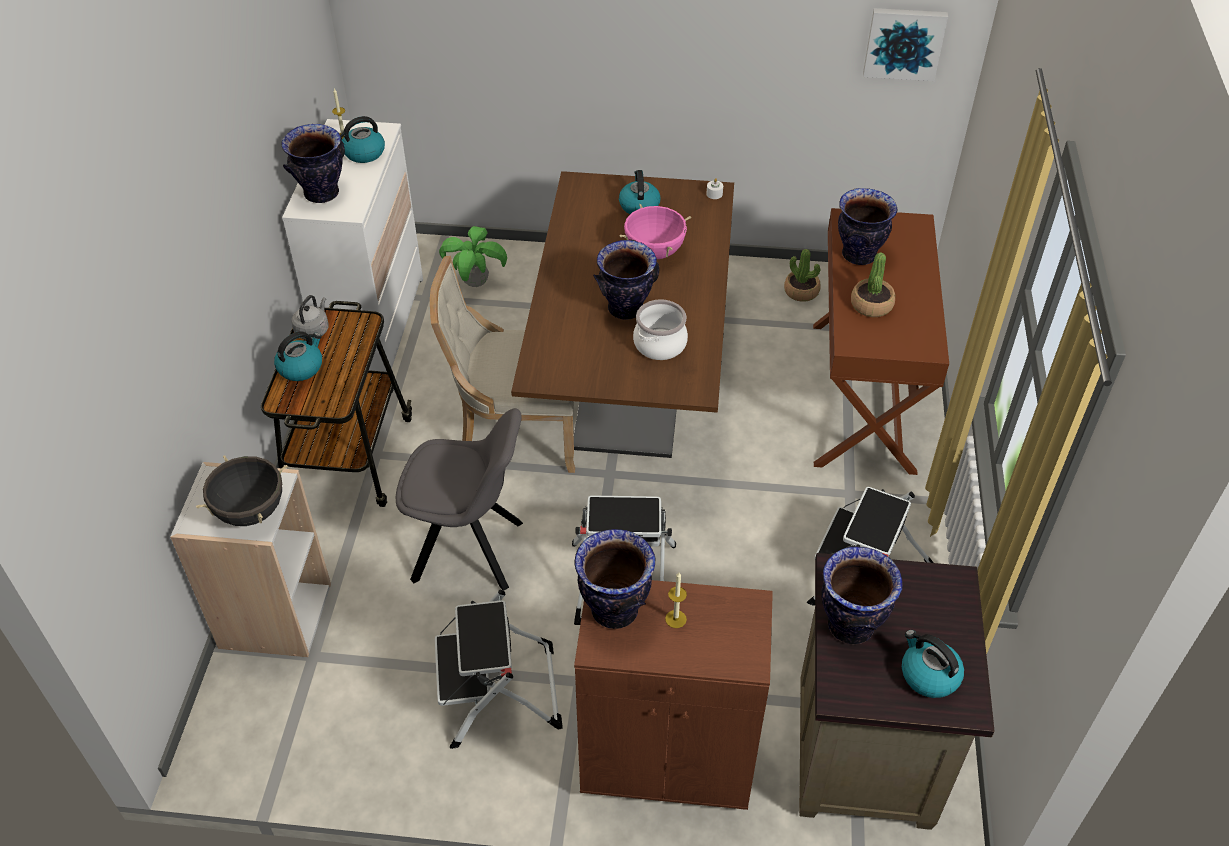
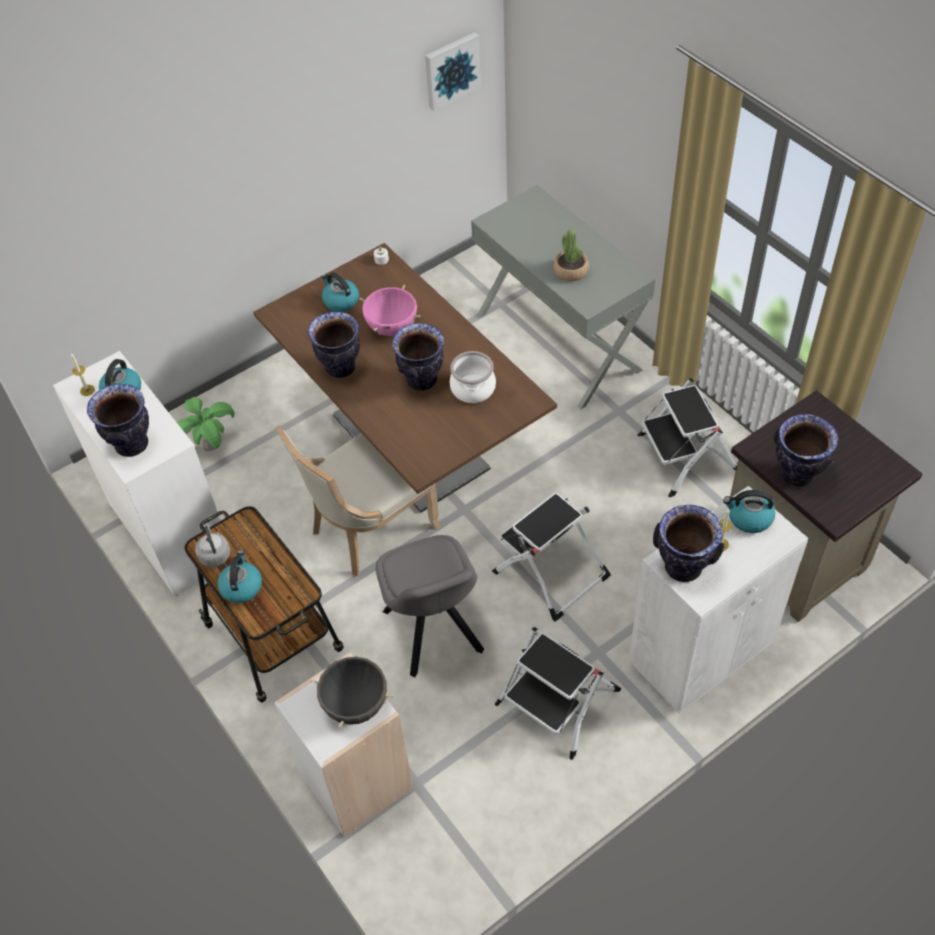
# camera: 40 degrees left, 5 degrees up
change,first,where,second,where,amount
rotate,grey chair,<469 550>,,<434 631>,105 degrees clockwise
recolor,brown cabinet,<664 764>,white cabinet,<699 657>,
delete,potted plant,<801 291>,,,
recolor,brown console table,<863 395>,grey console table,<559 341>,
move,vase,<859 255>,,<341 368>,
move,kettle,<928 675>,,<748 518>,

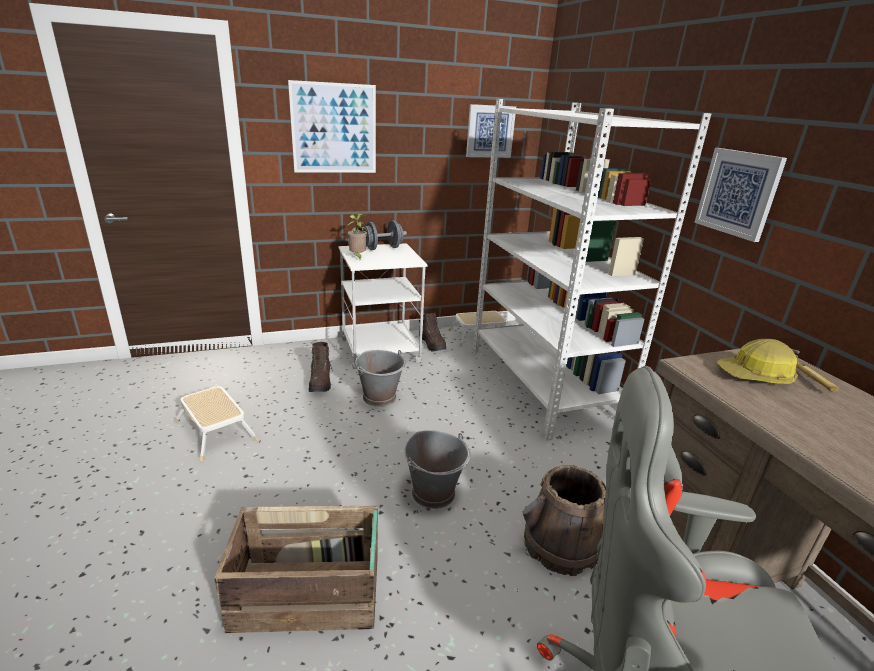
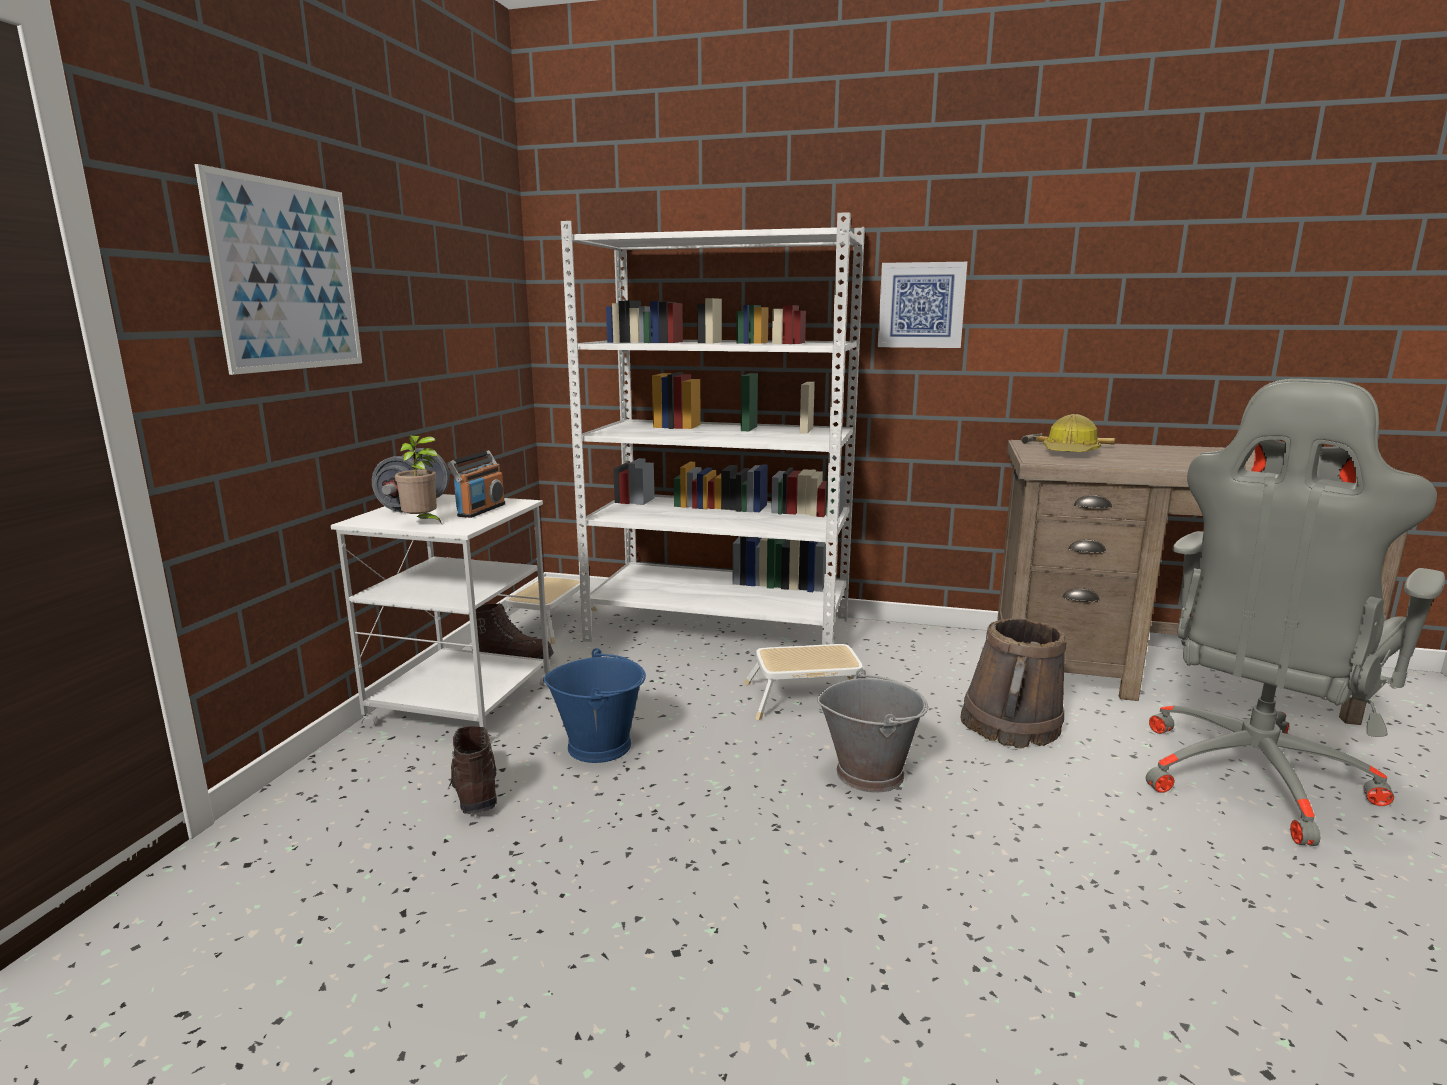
# camera: 55 degrees left, 10 degrees down
change,first,where,second,where,amount
move,beige step ladder,<215 430>,,<807 698>,
delete,crate,<310 593>,,,
rotate,brown boot,<320 382>,,<475 789>,135 degrees counterclockwise
recolor,grey bucket,<380 397>,blue bucket,<600 745>,
delete,picture,<490 131>,,,
insert,,,radio,<481 510>,

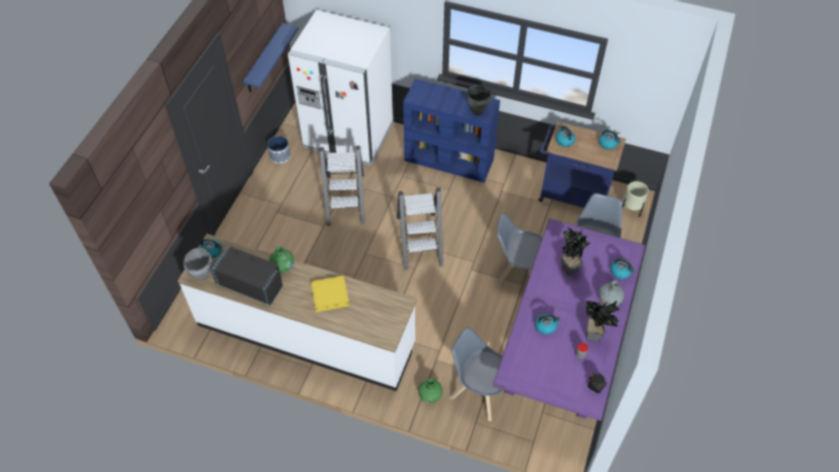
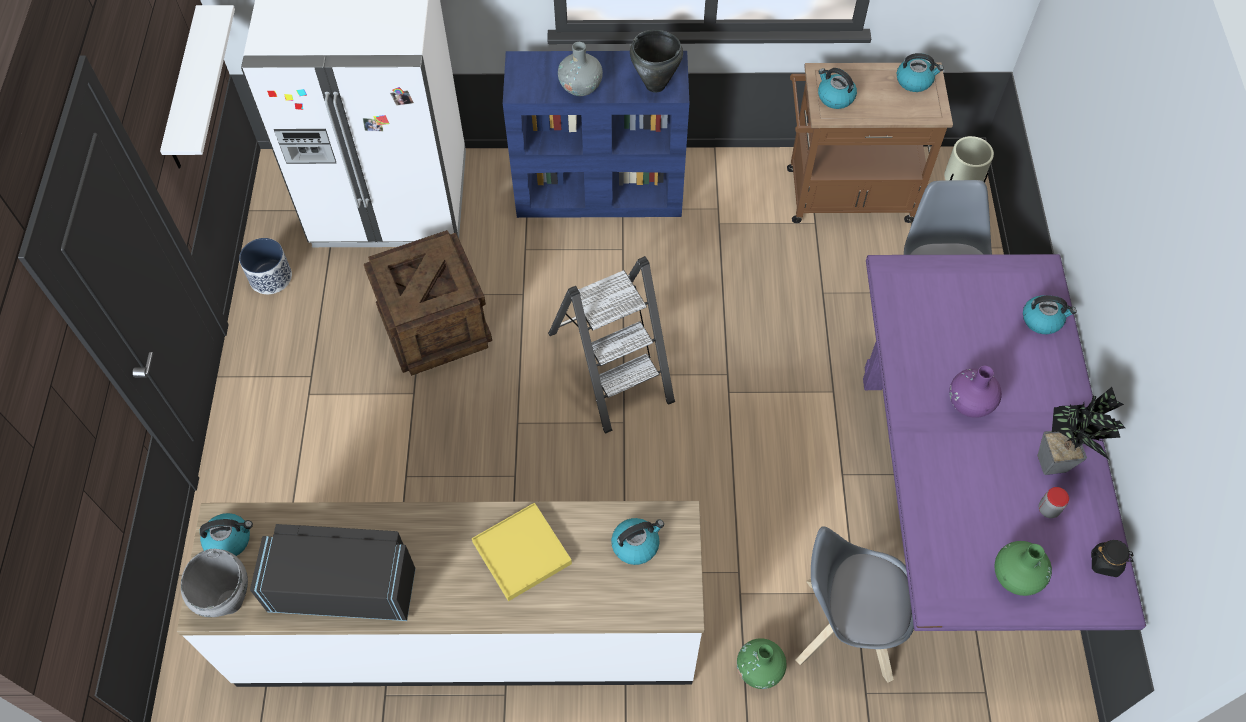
# camera: 20 degrees left, 5 degrees up
change,first,where,second,where,amount
recolor,blue shelf,<264 59>,white shelf,<185 91>,
move,green vase,<283 266>,,<1015 576>,
replace,grey step ladder,<345 199>,crate,<435 325>,
delete,grey chair,<517 273>,,,
move,kettle,<545 326>,,<636 544>,
recolor,blue cart,<571 195>,brown cart,<845 196>,
delete,potted plant,<569 267>,,,
move,grey vase,<609 300>,,<580 87>,
insert,,,purple vase,<969 403>,

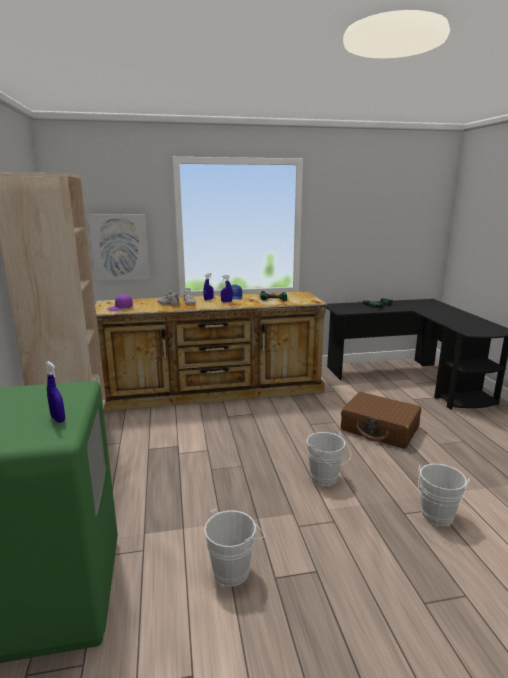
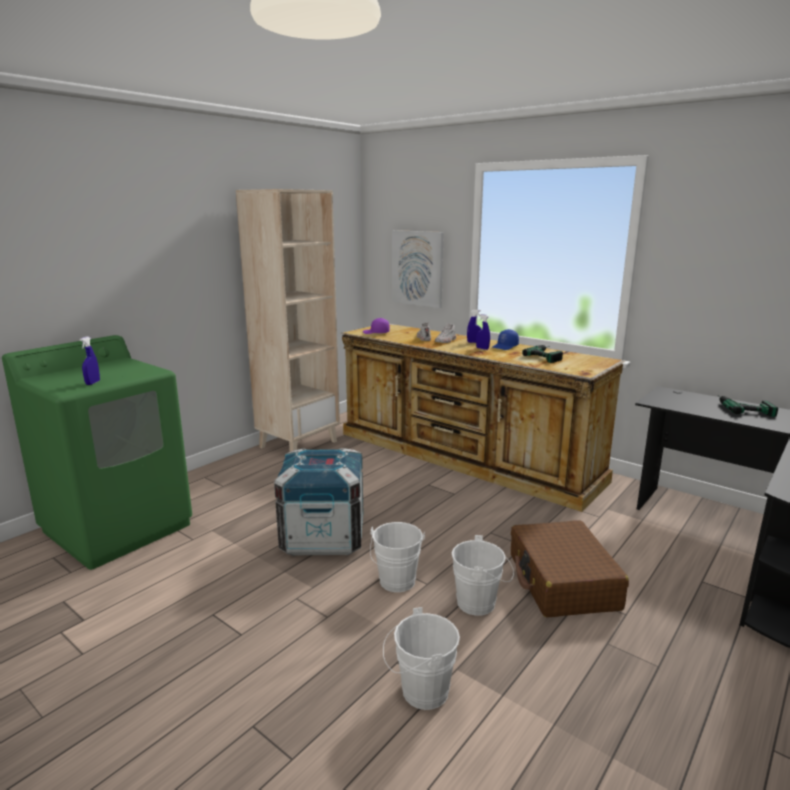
# camera: 50 degrees right, 0 degrees up
change,first,where,second,where,amount
move,white bucket,<234 569>,,<480 603>,
insert,,,crate,<323 537>,

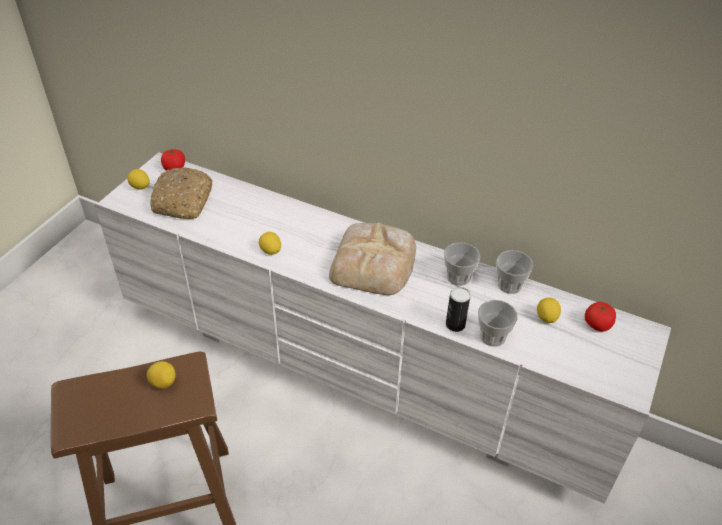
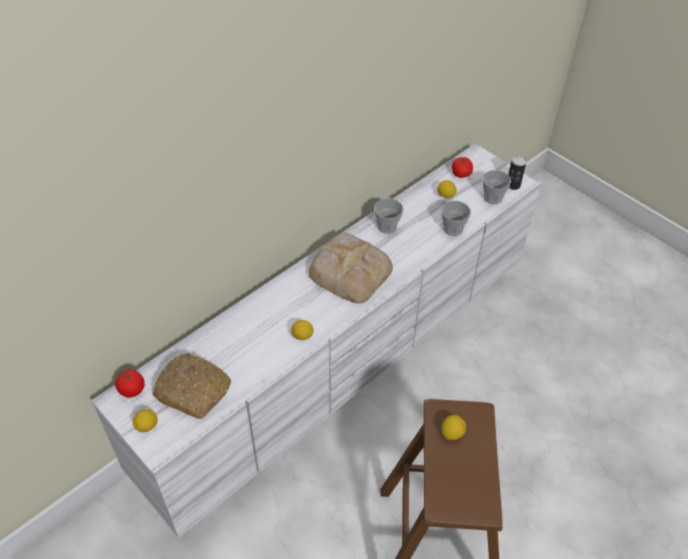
# camera: 70 degrees left, 5 degrees up
change,first,where,second,where,amount
move,can,<455 324>,,<513 185>,
move,cup,<509 285>,,<492 197>,

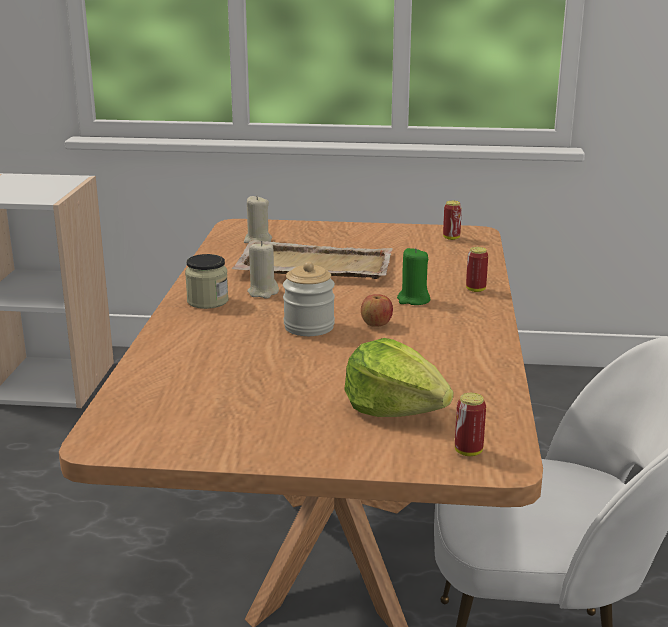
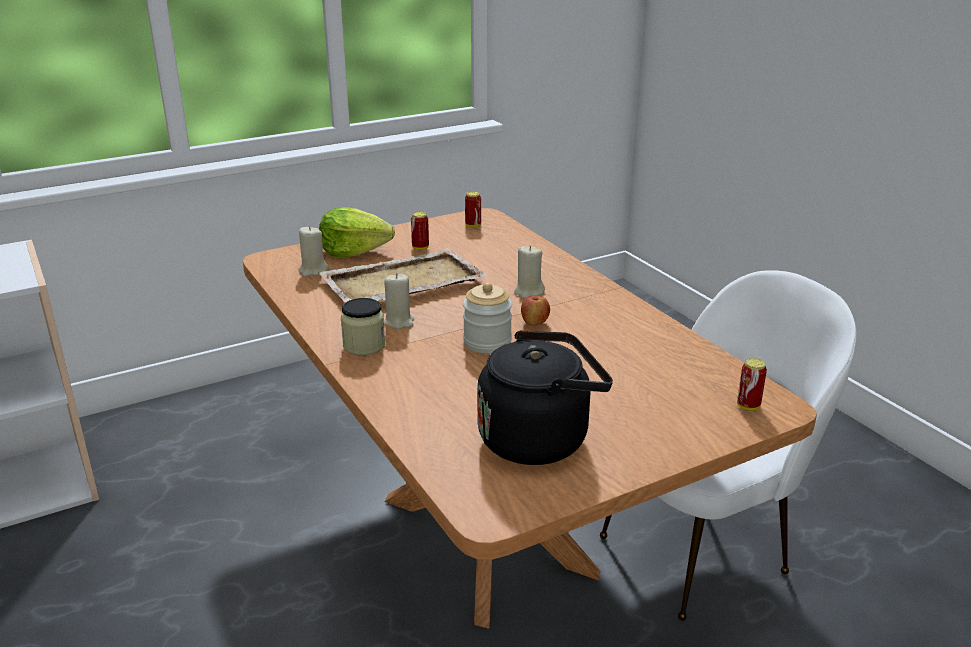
# camera: 35 degrees left, 5 degrees up
change,first,where,second,where,amount
move,lettuce,<394 408>,,<354 251>,
recolor,green candle,<413 300>,beige candle,<528 292>,
move,can,<475 290>,,<420 248>,
insert,,,black kettle,<539 439>,

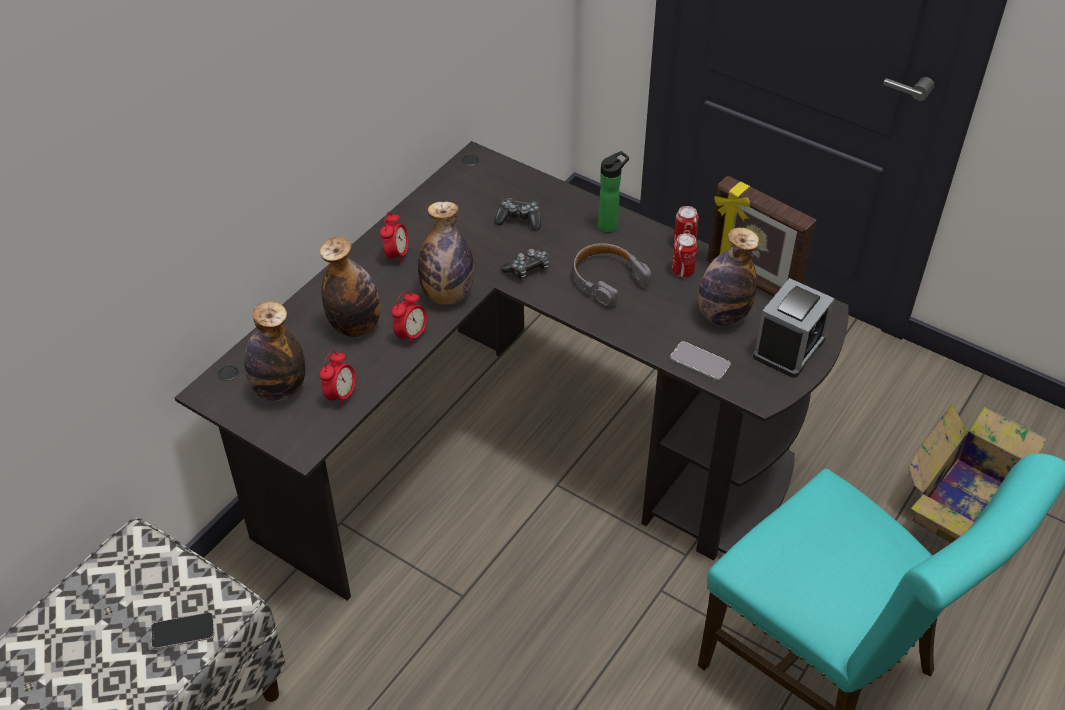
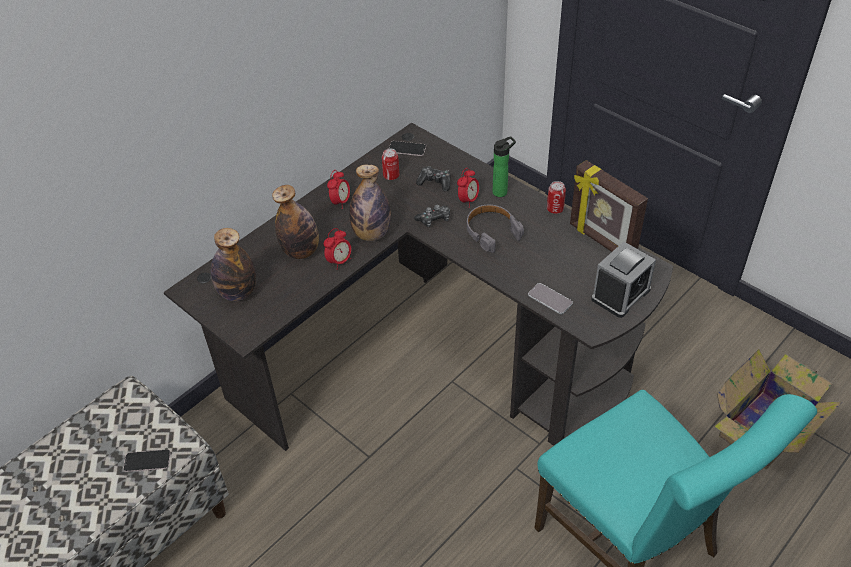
# camera: 10 degrees right, 0 degrees up
change,first,where,second,where,amount
move,alarm clock,<341 395>,,<468 200>,
move,can,<682 271>,,<391 176>,
delete,bottle,<722 316>,,,
insert,,,phone,<407 149>,

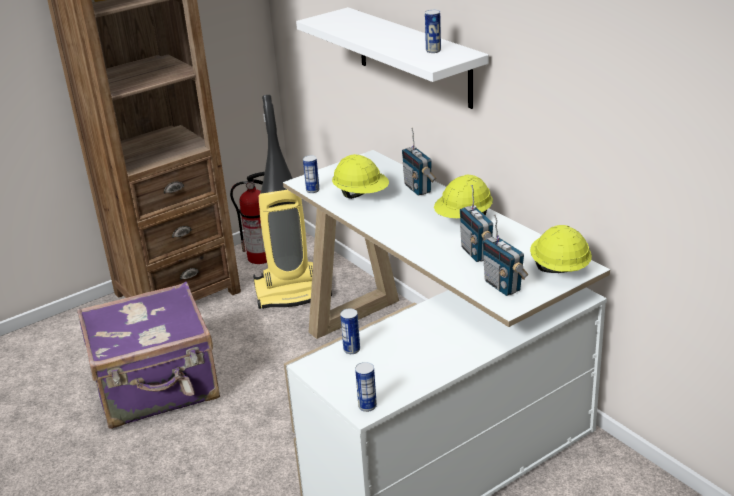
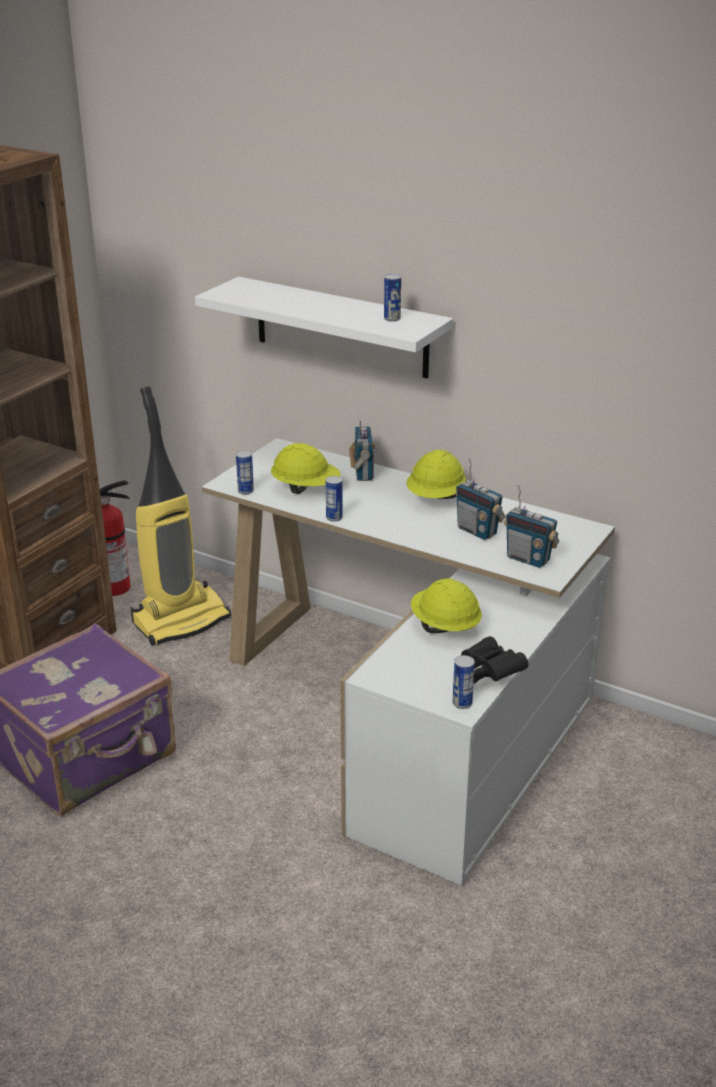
# camera: 25 degrees left, 0 degrees up
change,first,where,second,where,amount
move,can,<351 349>,,<334 518>,
rotate,radio,<418 189>,,<362 474>,135 degrees counterclockwise
move,yellow hard hat,<559 269>,,<444 627>,
insert,,,black binoculars,<487 673>,

